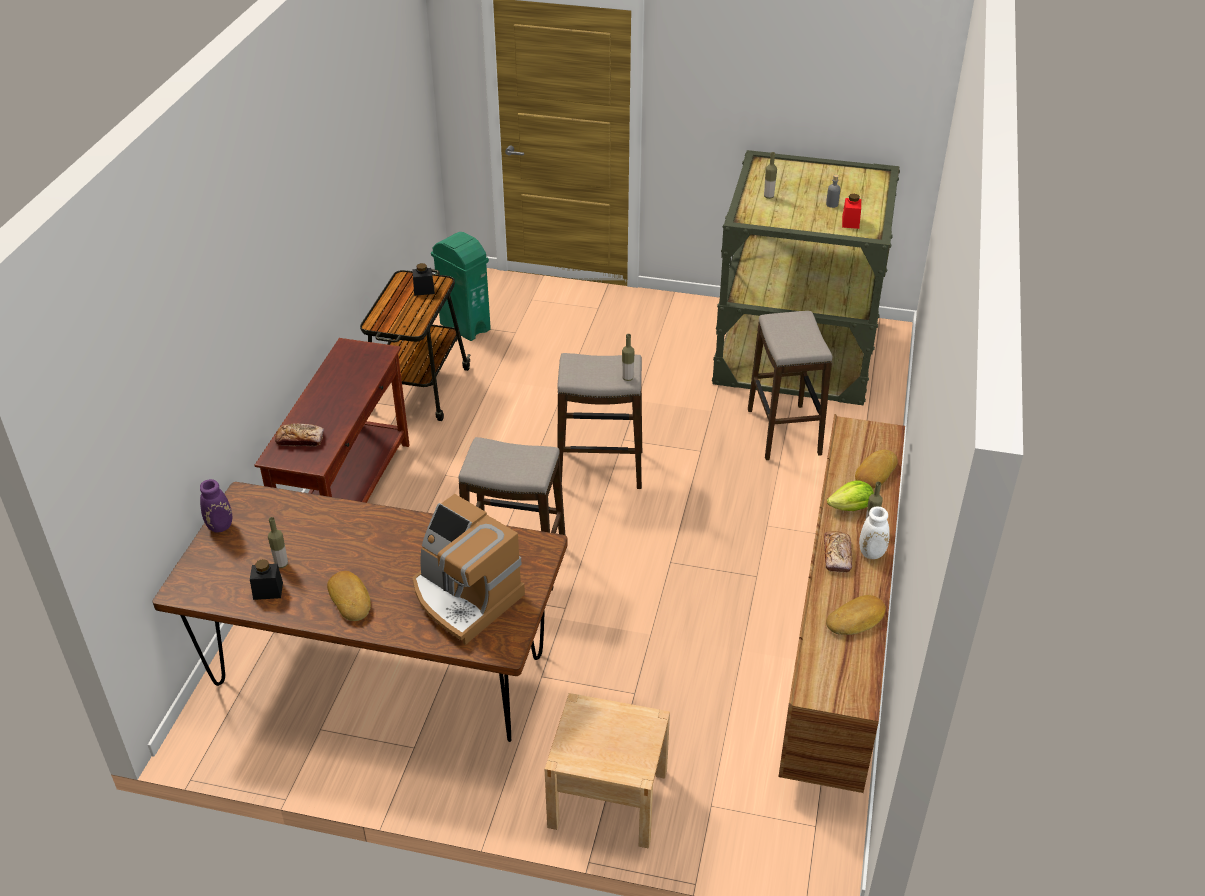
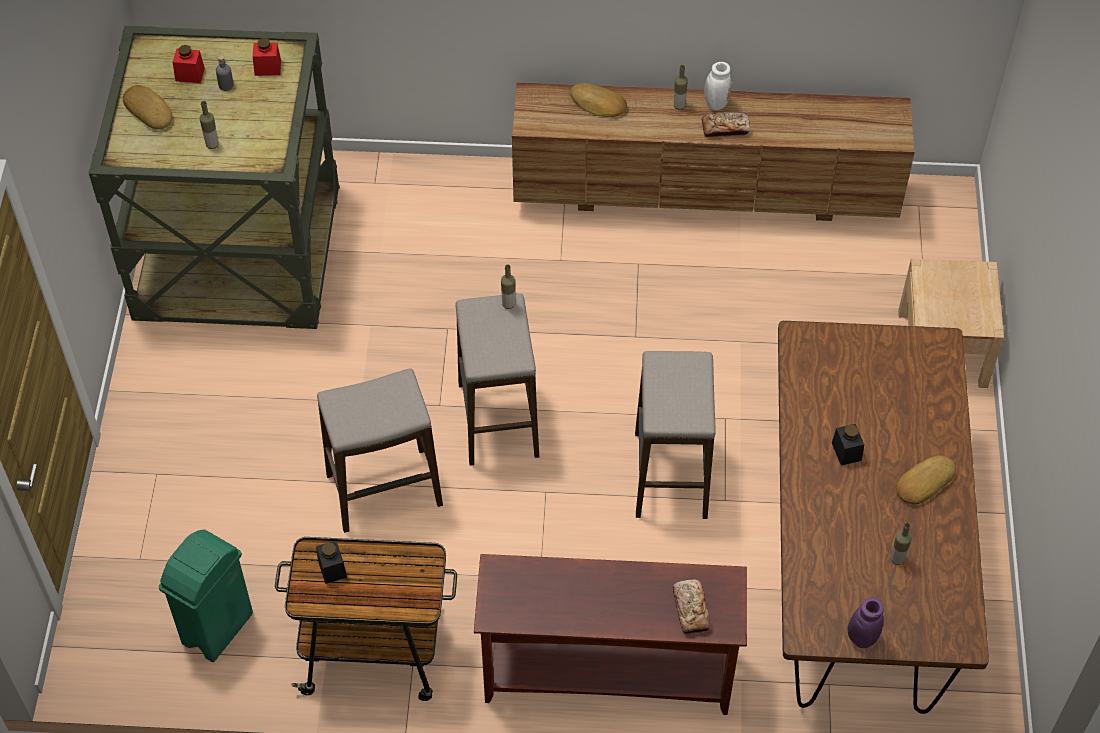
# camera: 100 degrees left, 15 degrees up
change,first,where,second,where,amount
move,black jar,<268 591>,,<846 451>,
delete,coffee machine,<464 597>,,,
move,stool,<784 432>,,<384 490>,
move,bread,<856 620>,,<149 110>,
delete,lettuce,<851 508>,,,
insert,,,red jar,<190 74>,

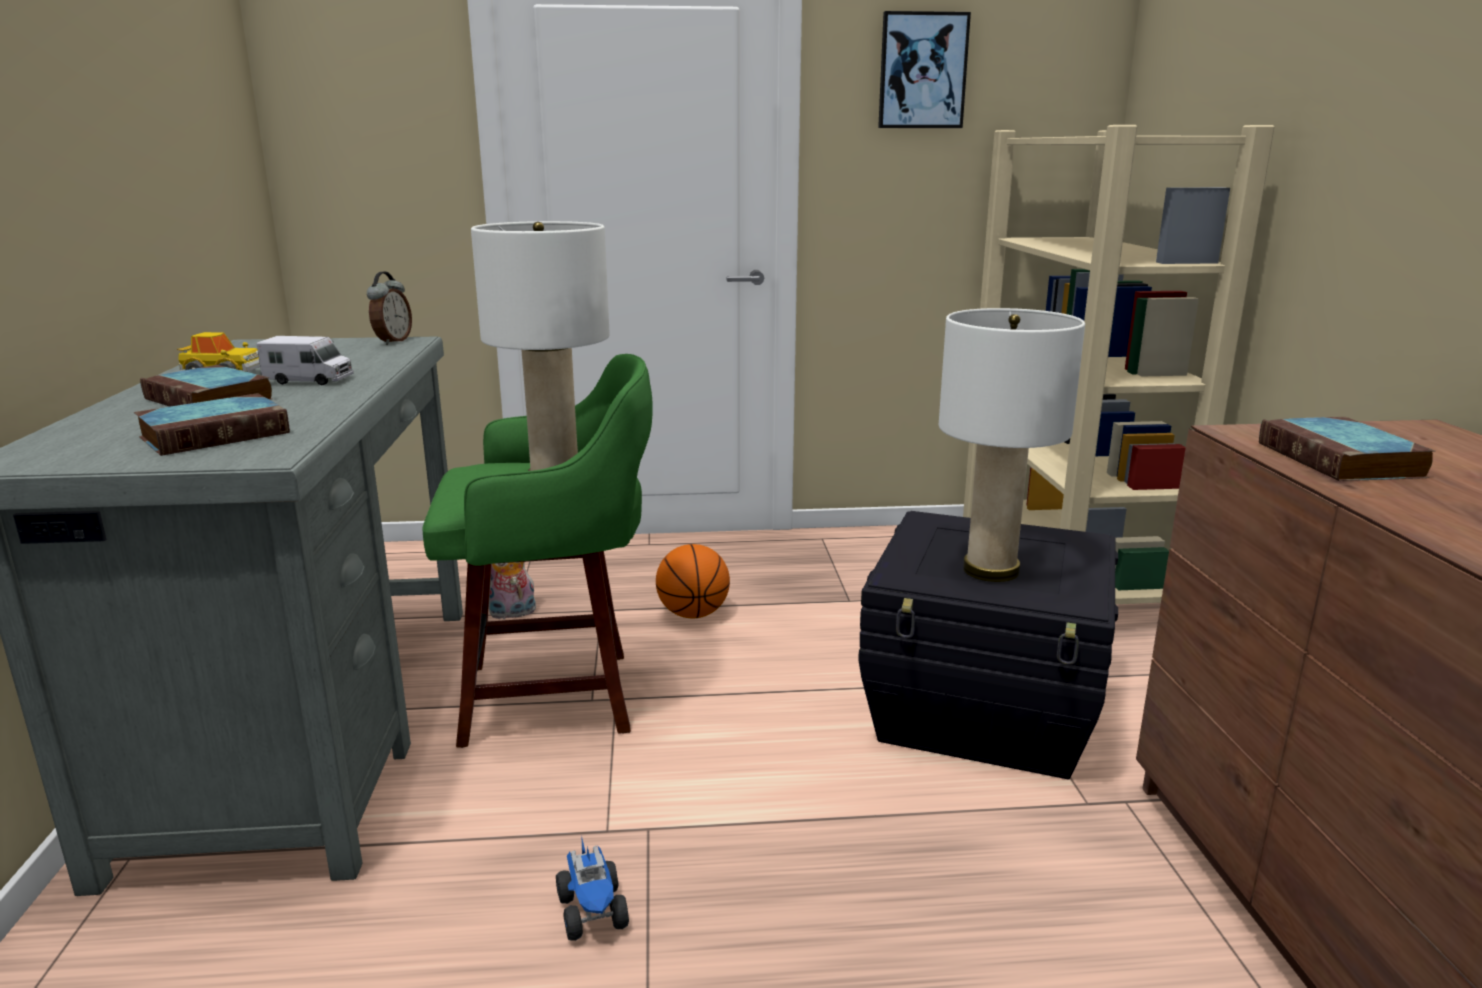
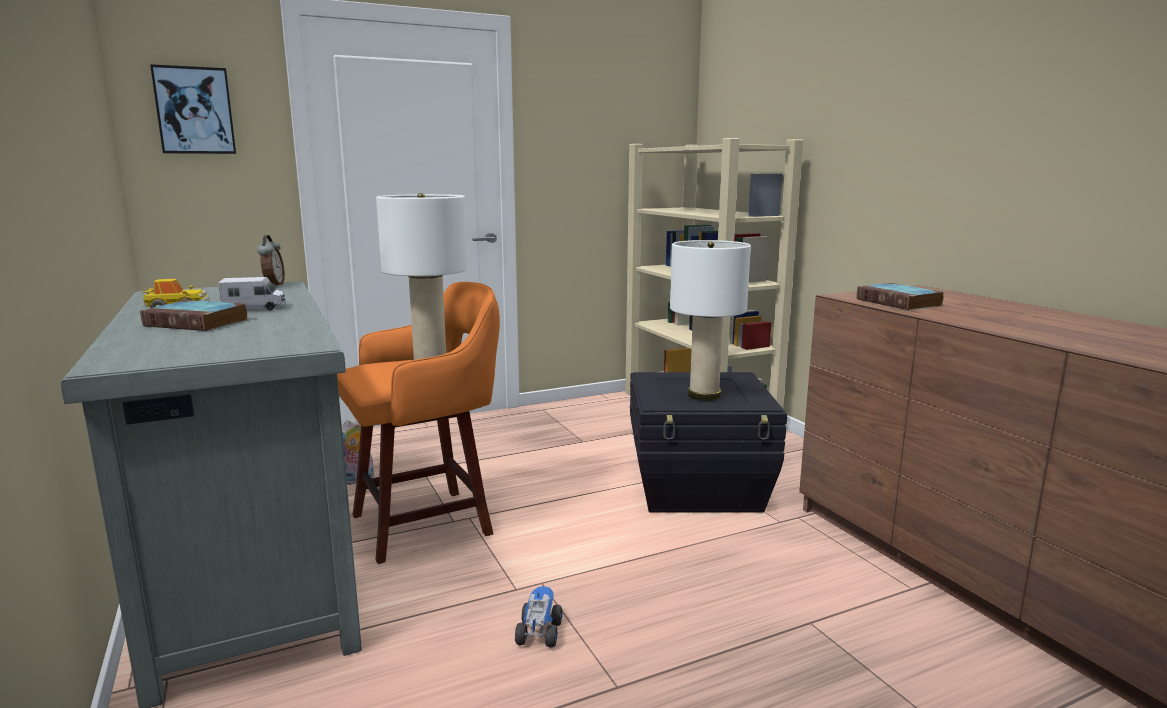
# camera: 20 degrees left, 5 degrees down
change,first,where,second,where,amount
delete,book,<217 434>,,,
recolor,green stool,<557 698>,orange stool,<428 524>,
rotate,toy truck,<593 913>,,<539 632>,135 degrees counterclockwise
delete,basketball,<693 614>,,,
move,picture,<922 71>,,<194 111>,

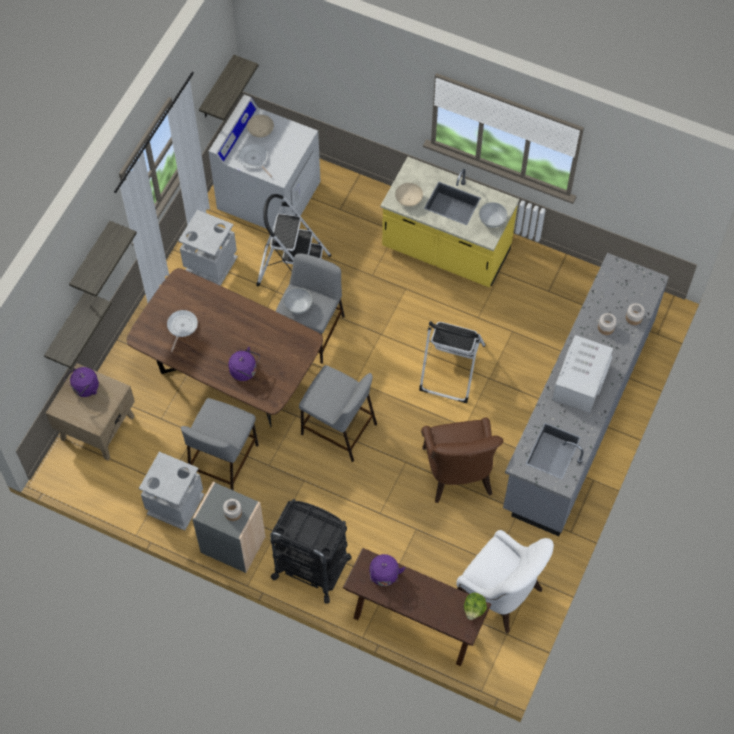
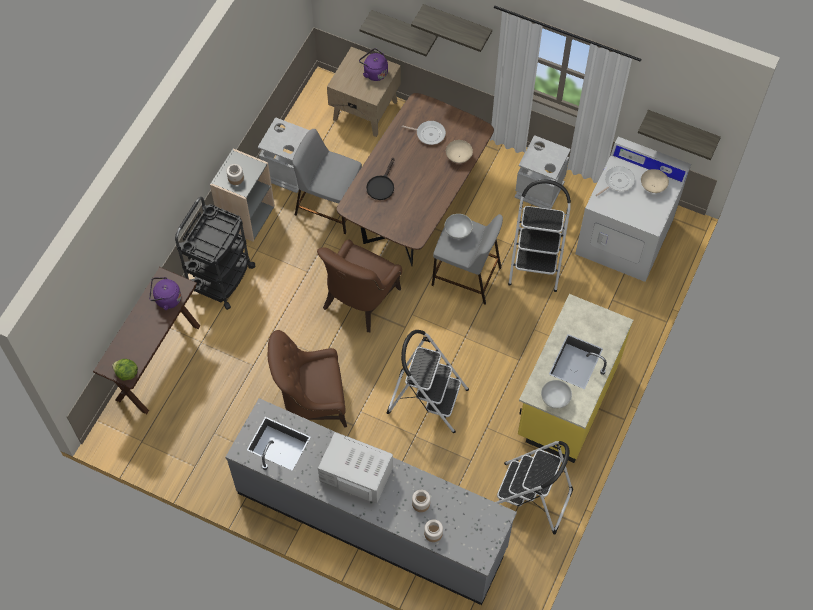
# camera: 90 degrees right, 0 degrees up
change,first,where,second,where,amount
replace,purple kettle,<245 371>,black frying pan,<381 185>,
replace,grey stool,<338 429>,brown chair,<360 299>,
move,beige bowl,<408 200>,,<459 156>,
delete,white chair,<500 593>,,,
insert,,,step ladder,<531 499>,

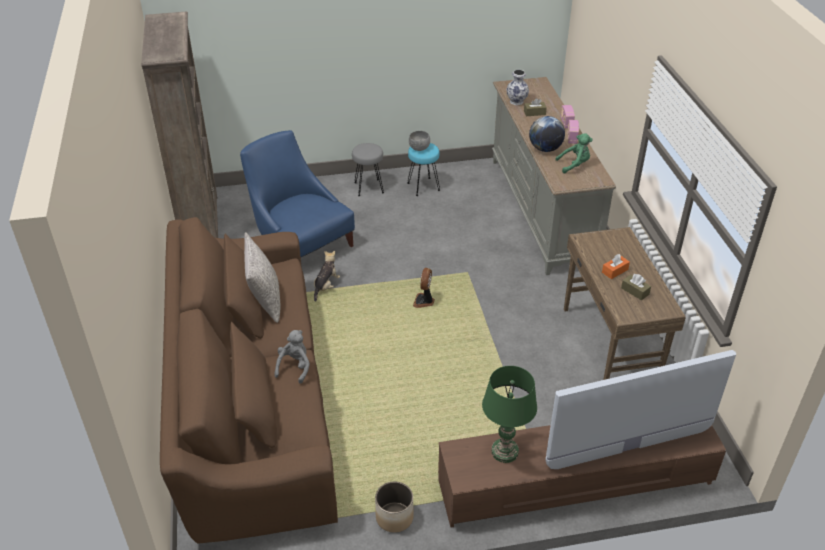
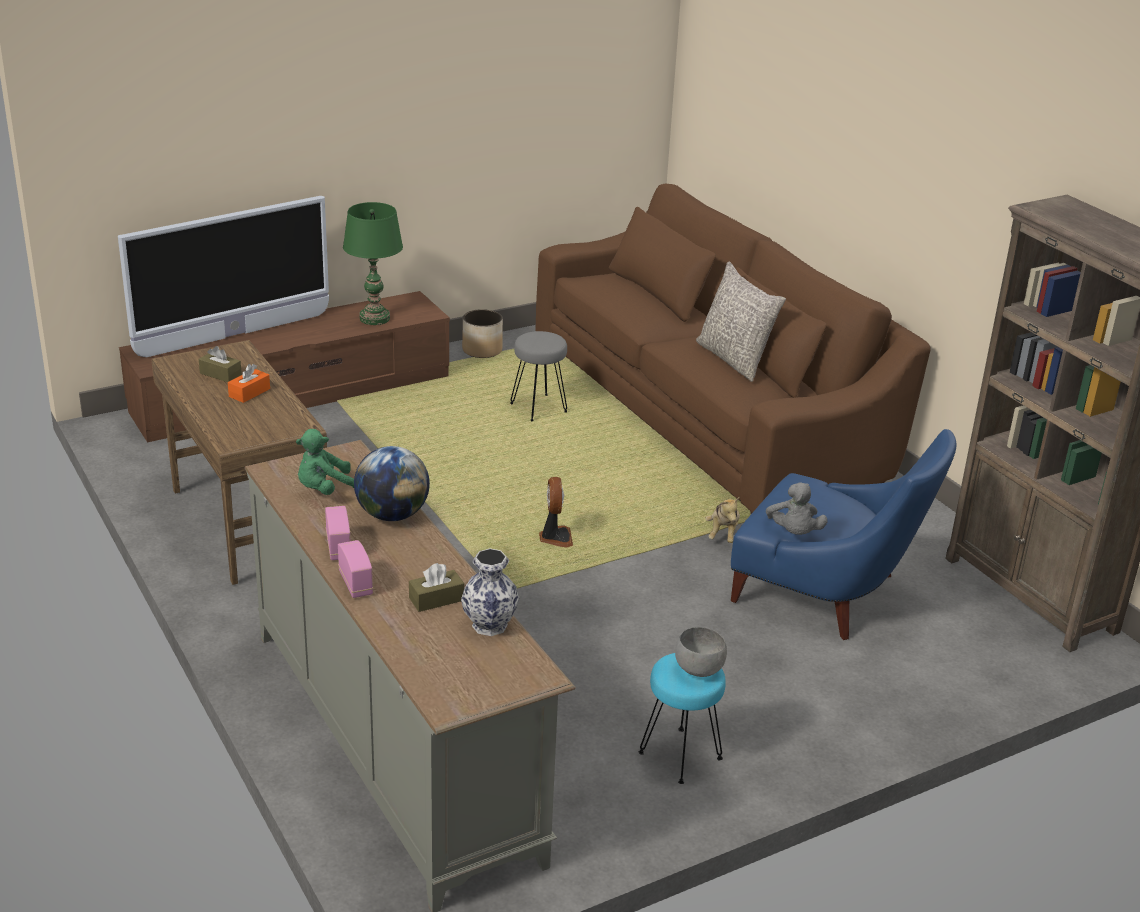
# camera: 160 degrees right, 10 degrees down
change,first,where,second,where,amount
move,grey plush toy,<294 367>,,<794 533>,
move,grey stool,<368 188>,,<538 408>,

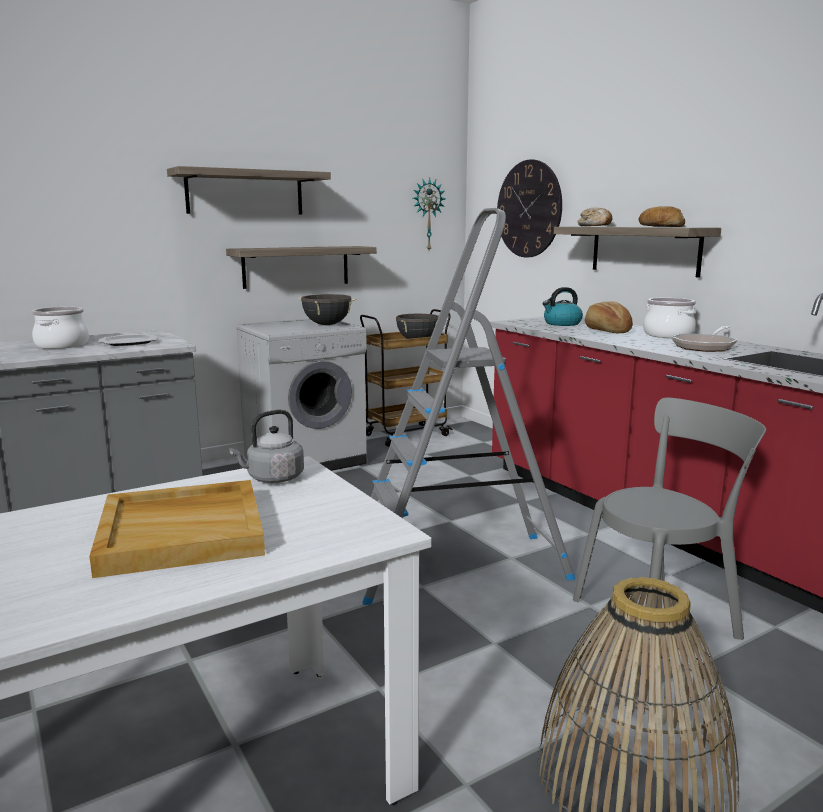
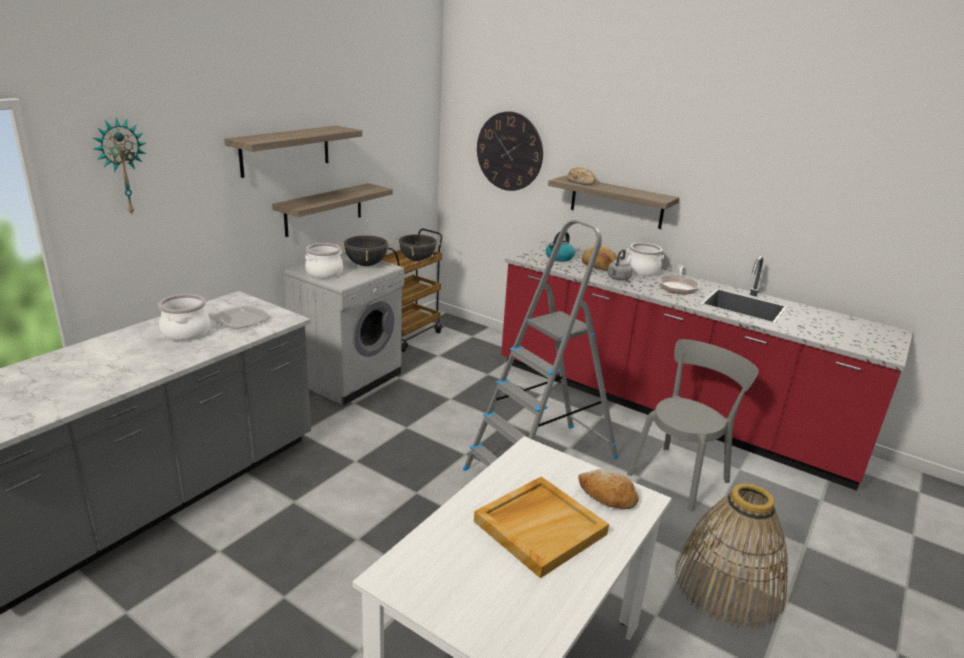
# camera: 25 degrees left, 10 degrees up
change,first,where,second,where,amount
move,grey kettle,<272 478>,,<618 278>,
move,wall clock,<427 215>,,<121 167>,
move,bread,<660 226>,,<606 496>,
insert,,,cooking pot,<324 273>,

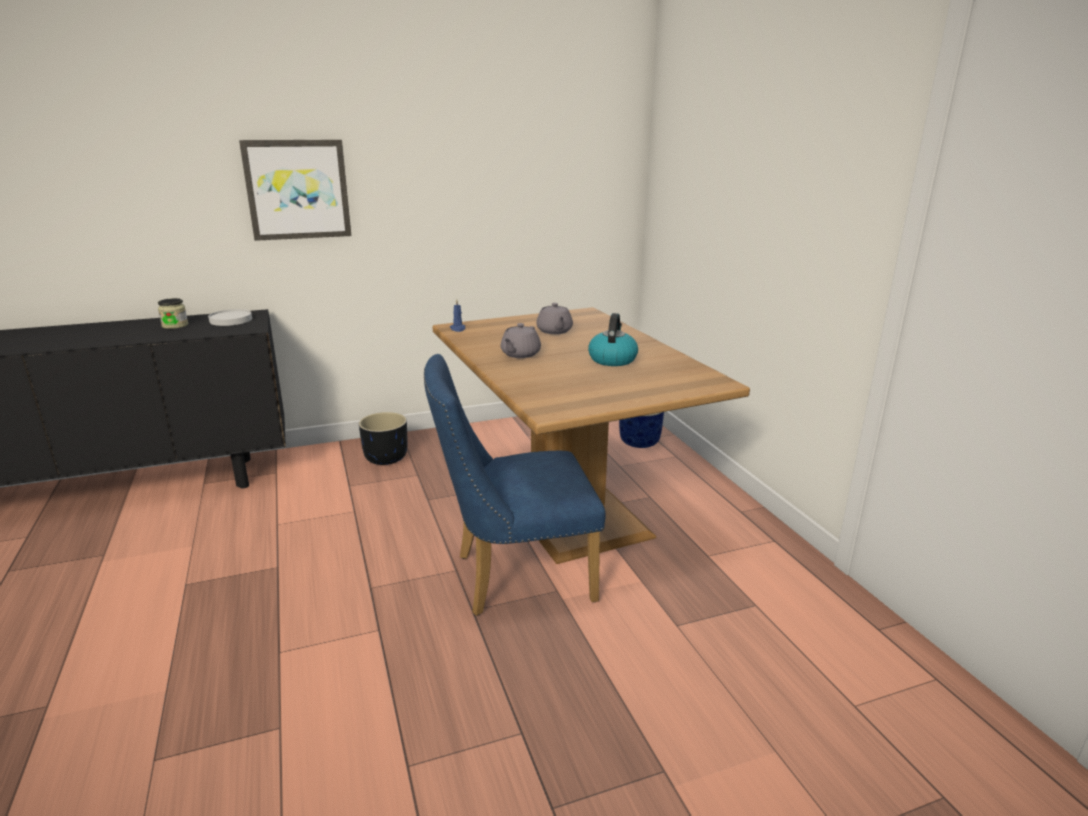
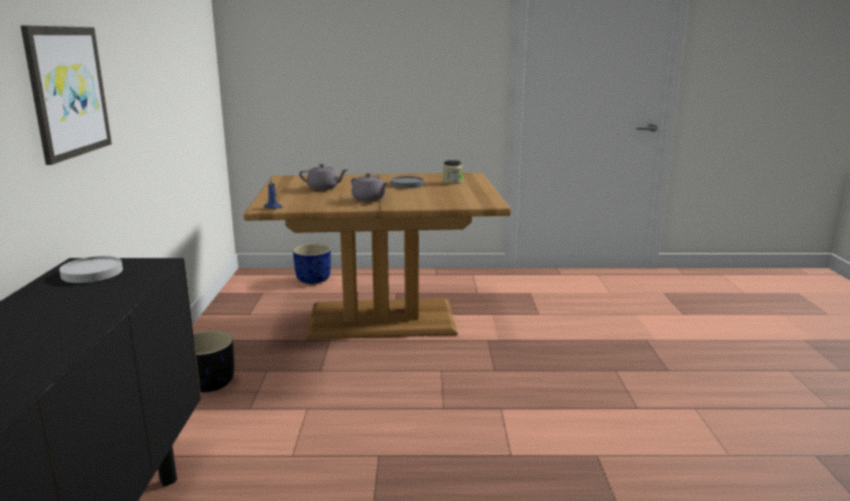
# camera: 70 degrees left, 5 degrees down
change,first,where,second,where,amount
move,jar,<175 325>,,<452 182>,
delete,blue chair,<513 577>,,,
replace,kettle,<612 359>,grey plate,<407 184>,

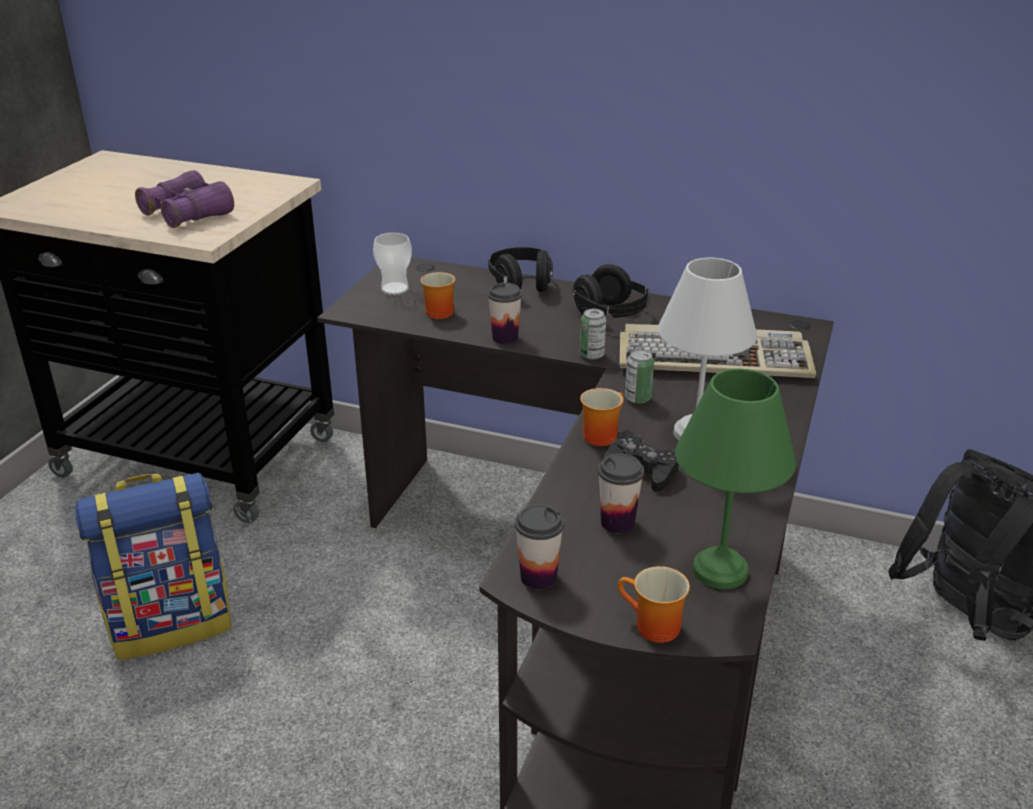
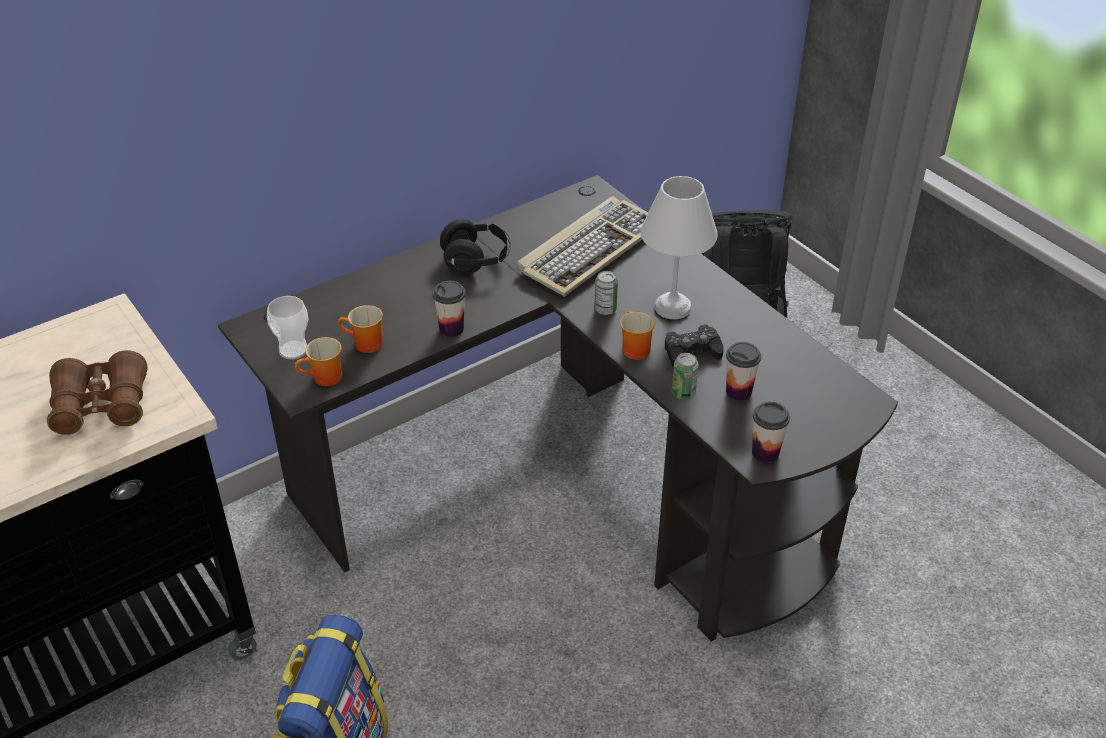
# camera: 55 degrees left, 10 degrees up
change,first,where,second,where,amount
recolor,purple binoculars,<187 214>,brown binoculars,<101 406>,
delete,black headphones,<521 285>,,,
move,can,<592 355>,,<683 393>,
move,mug,<651 628>,,<325 379>,
delete,green table lamp,<719 572>,,,

